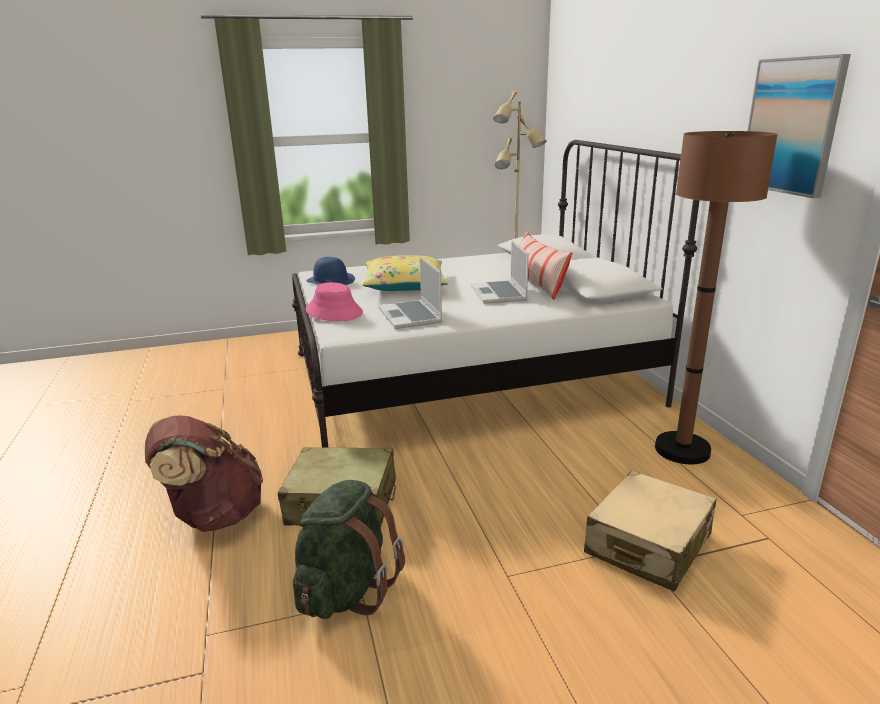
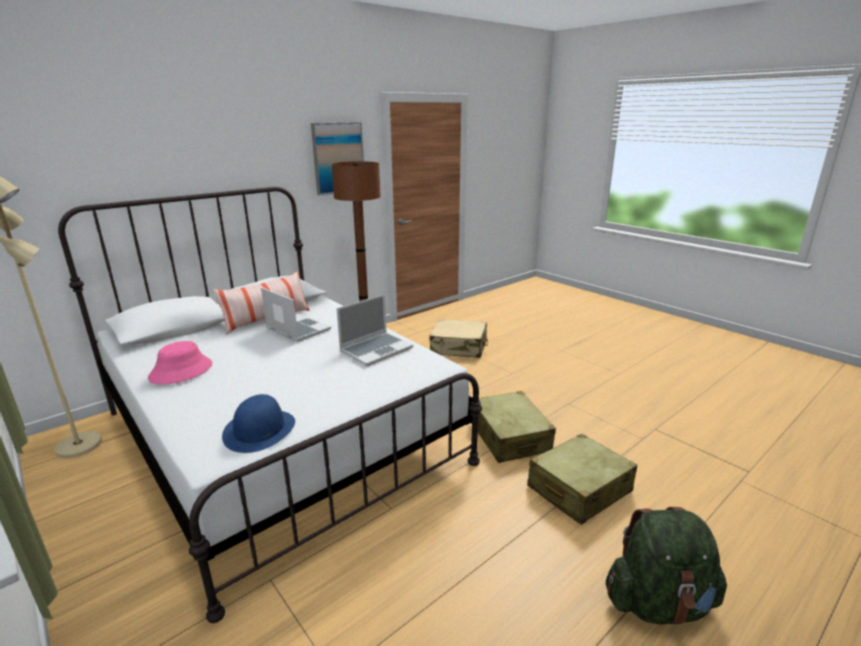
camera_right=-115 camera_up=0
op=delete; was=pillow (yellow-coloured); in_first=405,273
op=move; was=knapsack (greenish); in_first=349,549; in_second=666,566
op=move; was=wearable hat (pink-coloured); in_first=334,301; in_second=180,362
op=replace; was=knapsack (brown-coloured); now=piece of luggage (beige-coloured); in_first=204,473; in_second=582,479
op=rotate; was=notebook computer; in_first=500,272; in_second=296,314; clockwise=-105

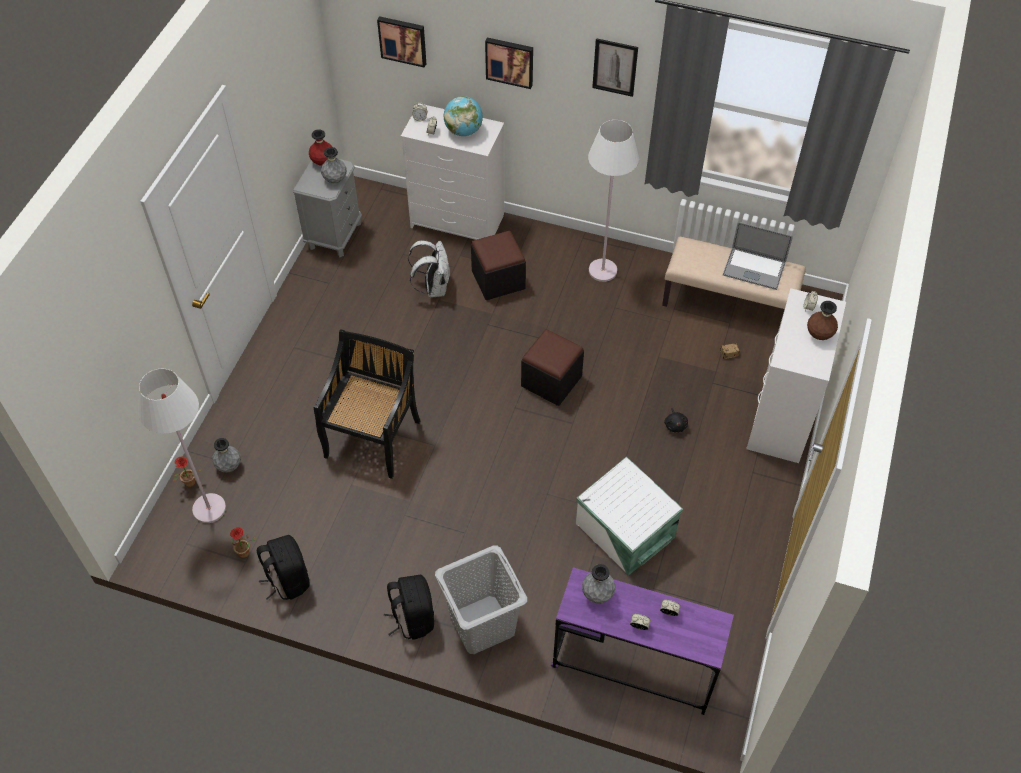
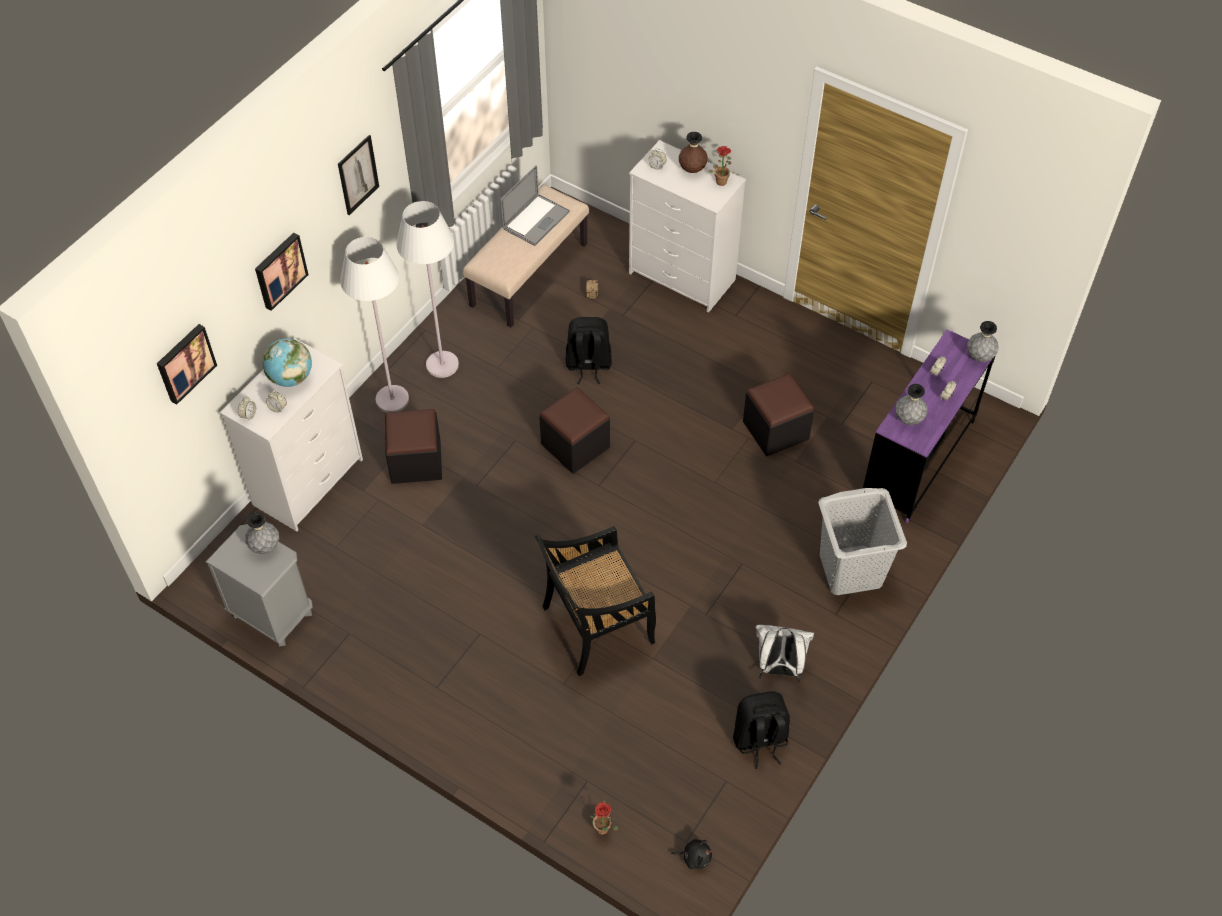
camera_right=-75 camera_up=0
op=delete; was=vase (red); in_first=320,147
op=move; was=standing lamp (white); in_first=182,446; in_second=374,325
op=move; was=vase (grey); in_first=226,455; in_second=982,341
op=move; was=plant in a pot; in_first=243,542; in_second=719,166
op=move; was=knapsack (blackish); in_first=409,607; in_second=589,350
op=move; was=knapsack (white); in_first=429,268; in_second=784,653
op=move; was=soft toy (blackish); in_first=676,420; in_second=691,854
op=replace; was=storage box (white); now=pouffe (blackish); in_first=629,516; in_second=778,415
op=rotate; was=chair (blackish); in_first=367,404; in_second=595,601; clockwise=-60

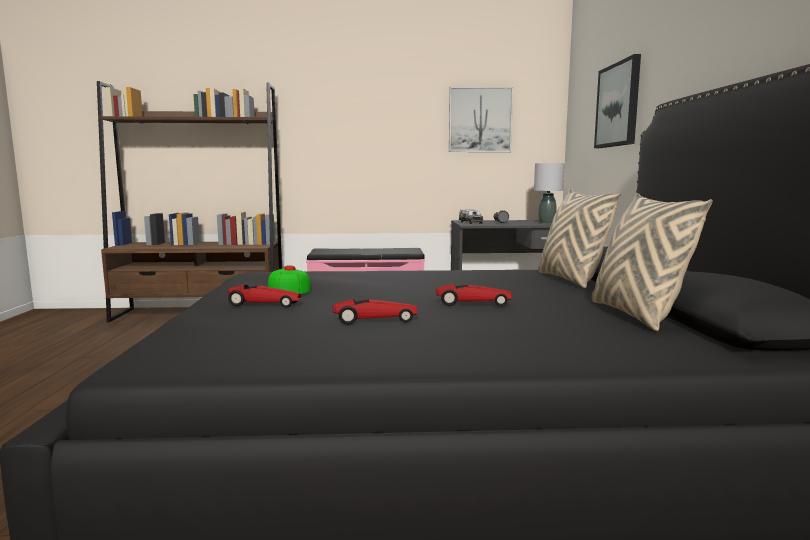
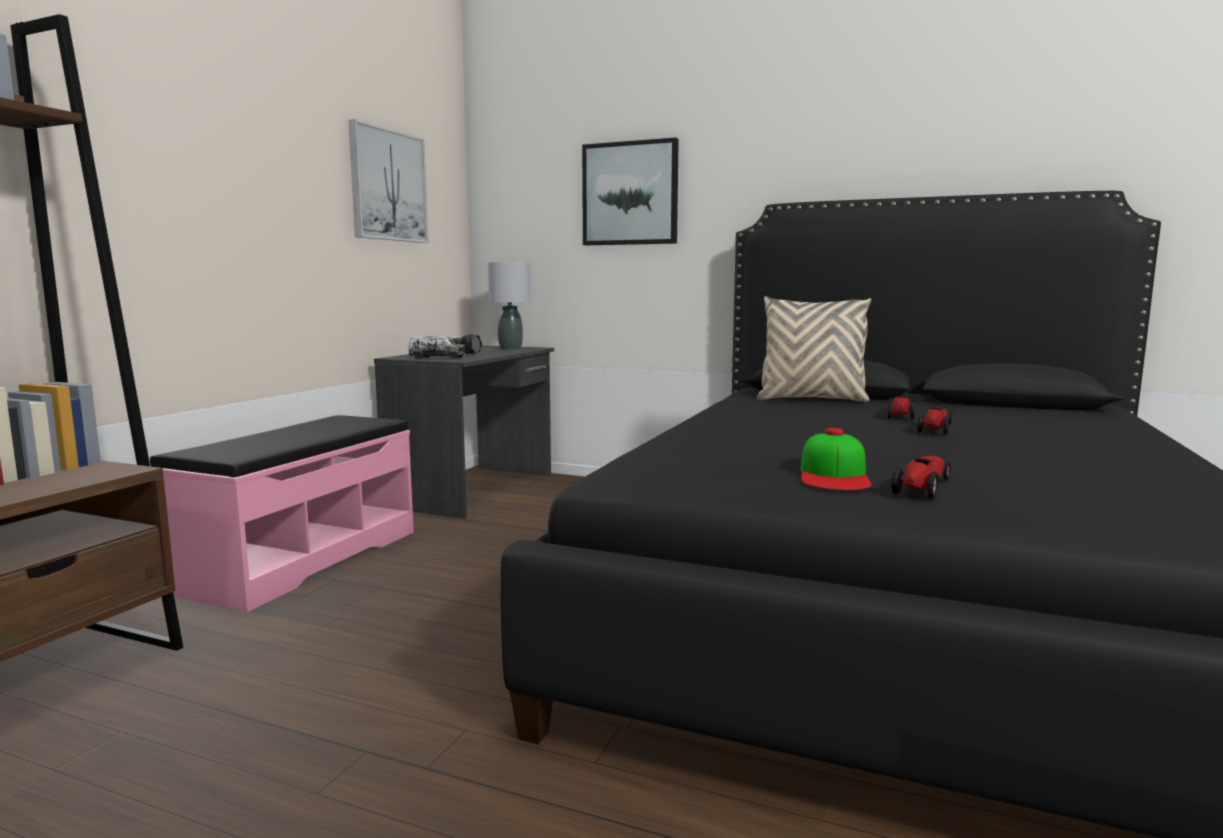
camera_right=-65 camera_up=0
op=delete; was=pillow (beige-coloured); in_first=652,262
op=move; was=model car; in_first=375,312; in_second=901,408

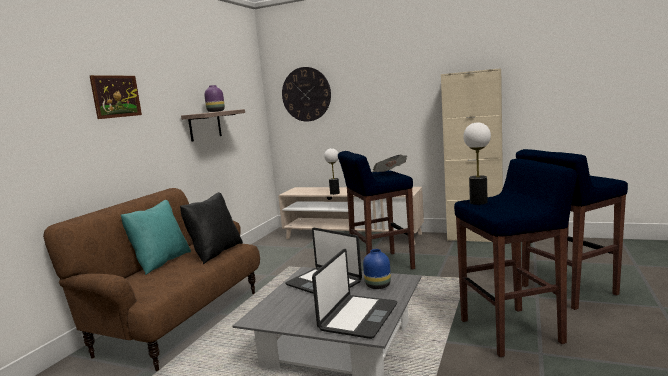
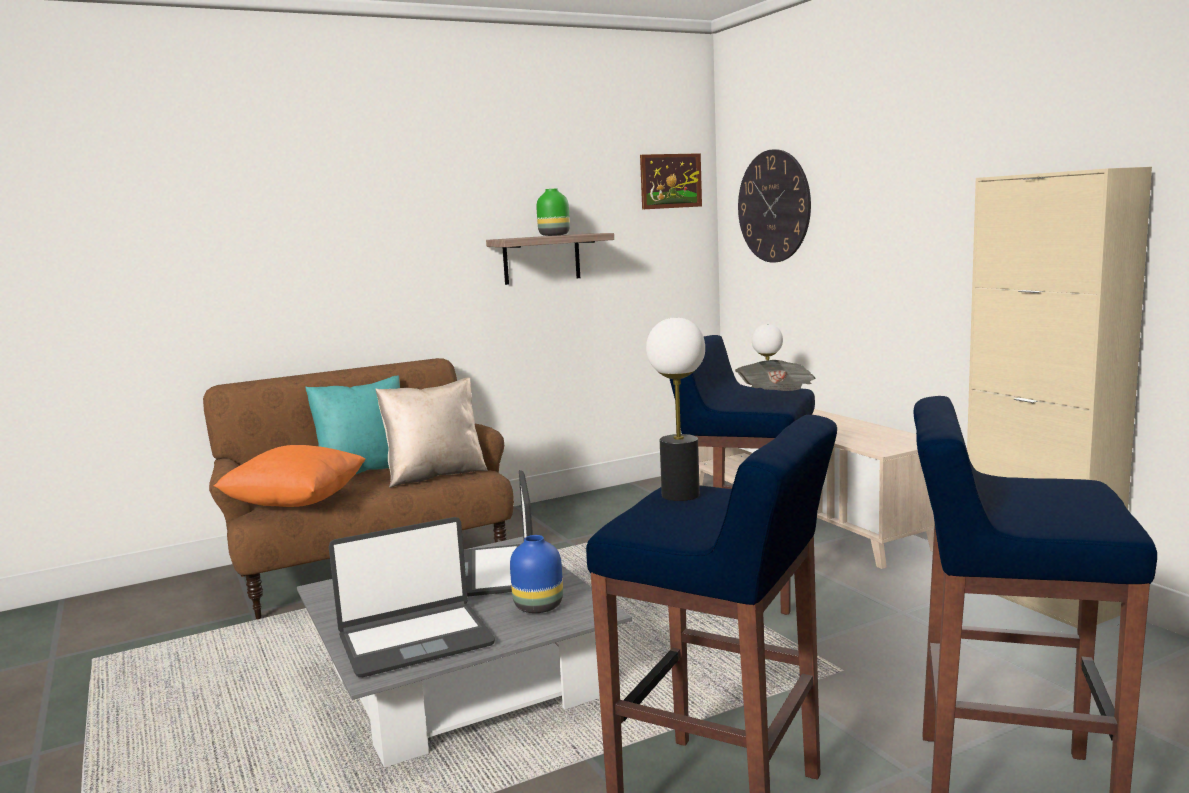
camera_right=40 camera_up=0
op=insert; now=pillow (orangey); in_second=290,476
op=move; was=picture; in_first=116,97; in_second=671,181
op=recolor; was=pillow (blackish); now=pillow (beige-coloured); in_first=211,228; in_second=431,432
op=recolor; was=vase (purple-coloured); now=vase (greenish); in_first=214,98; in_second=553,212

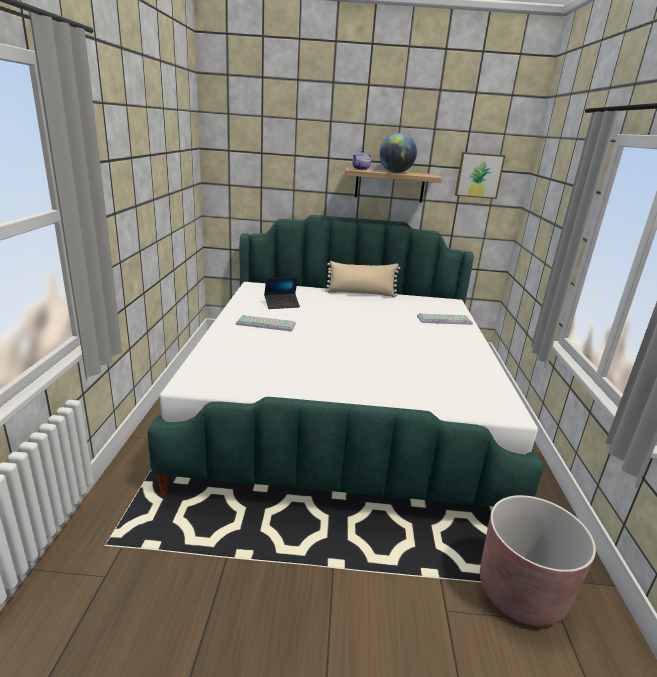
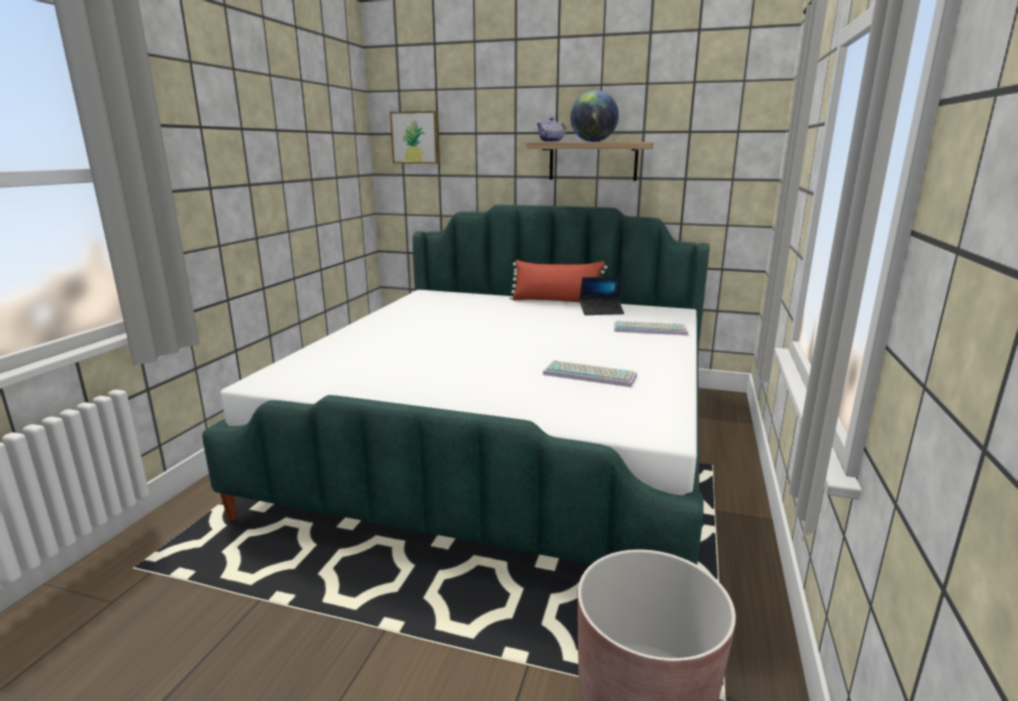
camera_right=15 camera_up=-5
op=move; was=computer keyboard; in_first=266,323; in_second=590,373
op=move; was=notebook computer; in_first=282,293; in_second=601,295
op=move; was=picture; in_first=480,175; in_second=415,137
op=recolor; was=pillow (beige-coloured); now=pillow (red); in_first=362,279; in_second=558,281

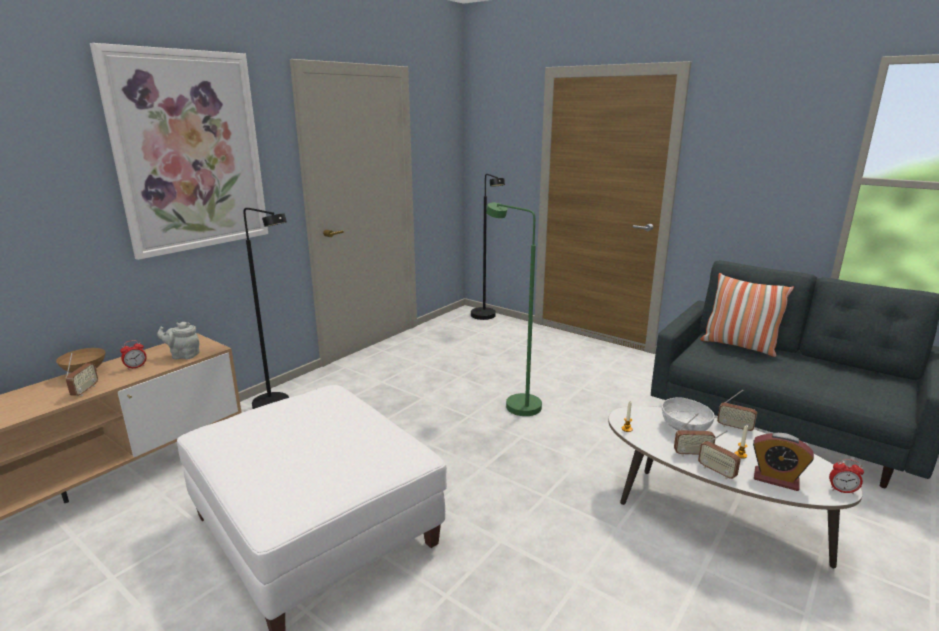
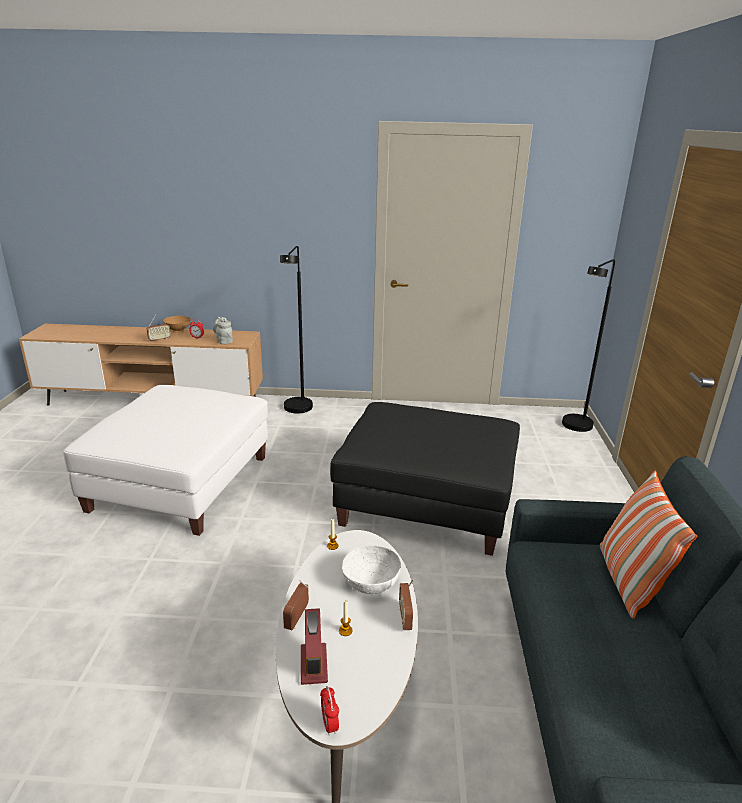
camera_right=55 camera_up=5
op=delete; was=picture; in_first=179,151
op=delete; was=radio; in_first=694,434
op=replace; was=standing lamp (greenish); now=pouffe (blackish); in_first=514,309; in_second=425,479

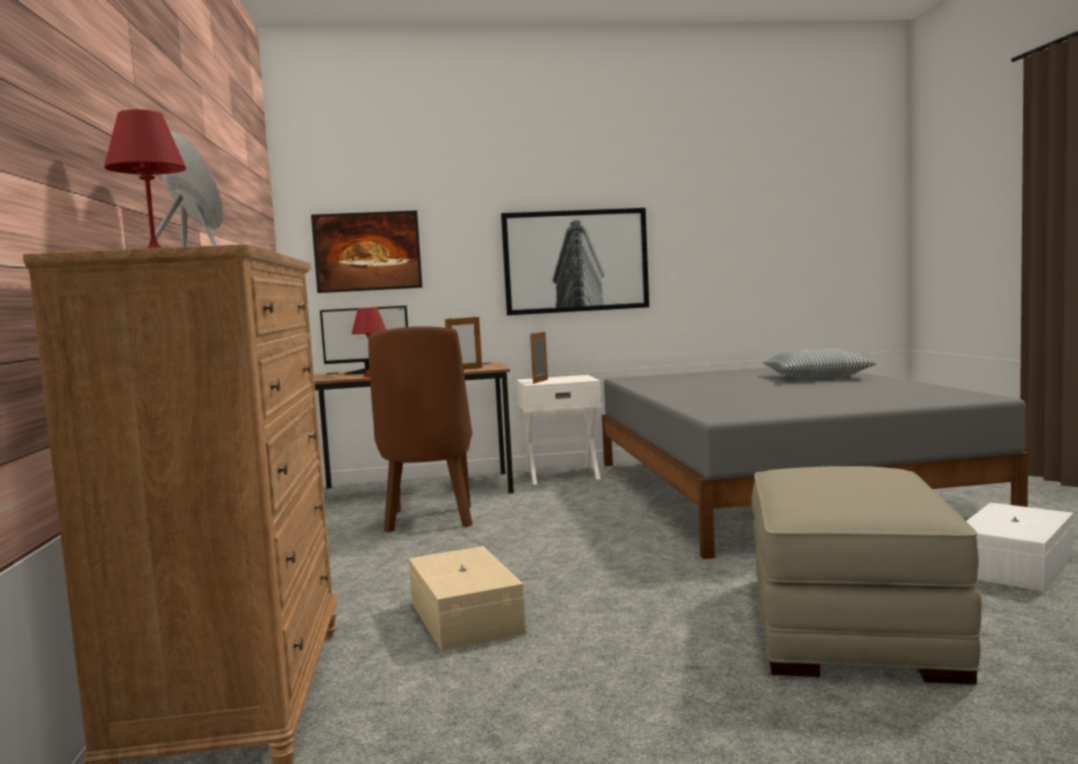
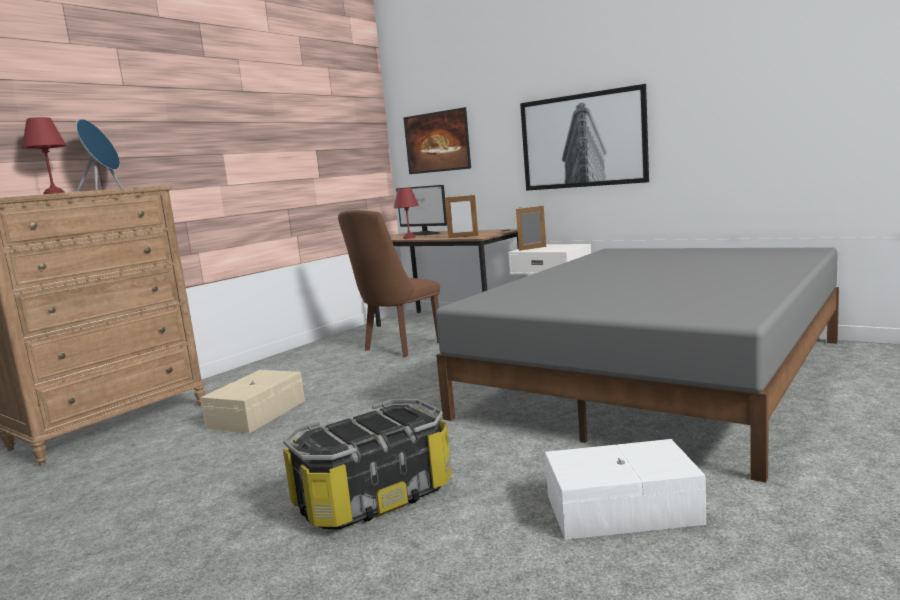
camera_right=45 camera_up=5
op=delete; was=pillow; in_first=819,363
op=replace; was=pouffe (beige-coloured); now=storage box; in_first=867,575; in_second=367,464

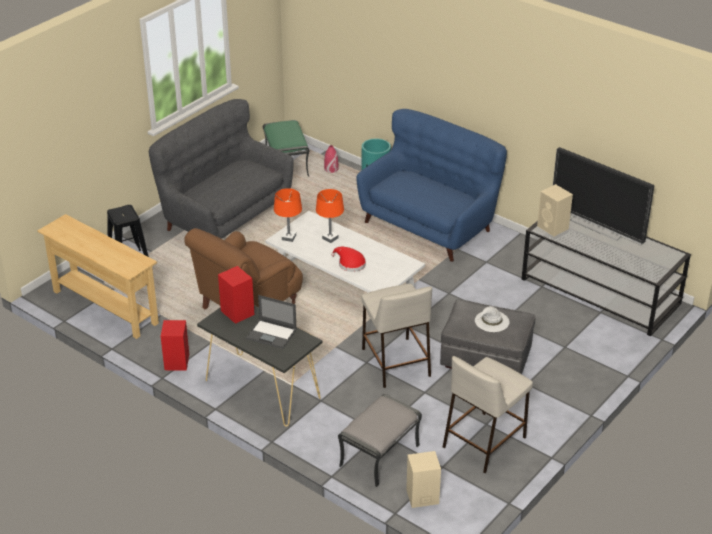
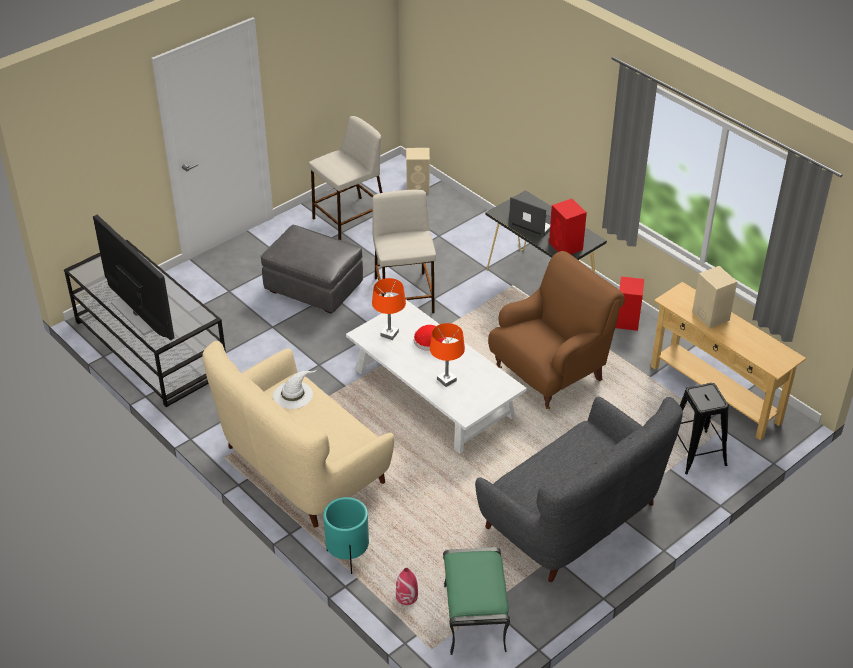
camera_right=-170 camera_up=5
op=delete; was=pouffe (grey); in_first=380,440
op=move; was=table lamp (orangey); in_first=288,215; in_second=389,309
op=move; was=wearable hat (white); in_first=492,319; in_second=294,389
op=move; was=loudspeaker (beige-coloured); in_first=555,210; in_second=714,297
op=recolor; was=settee (blue-coloured); now=settee (beige-coloured); in_first=432,185; in_second=298,434

